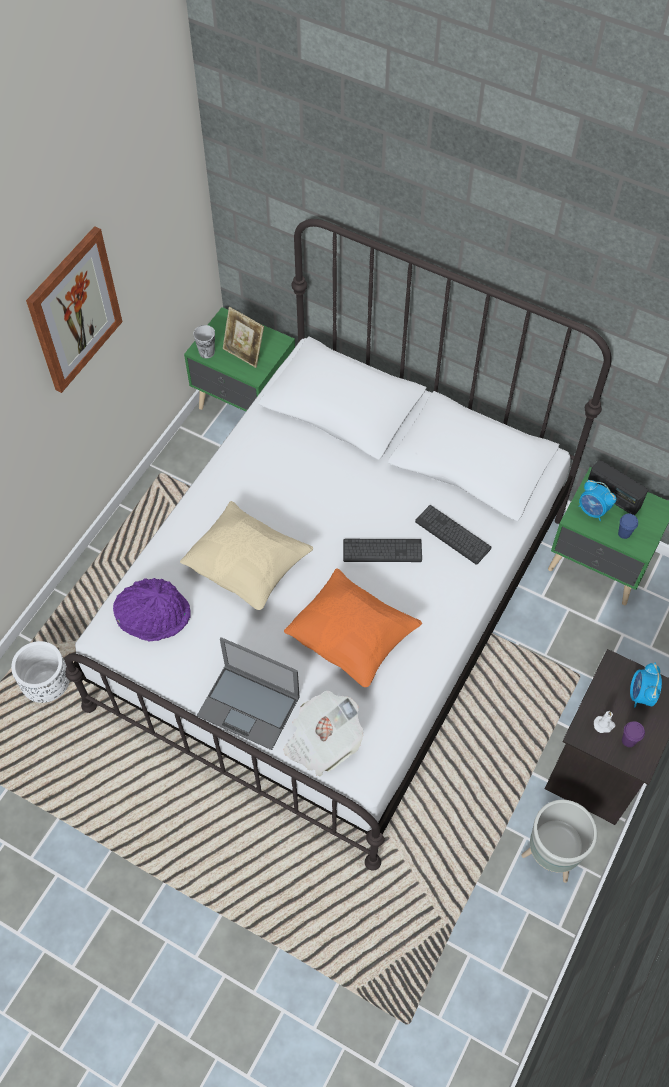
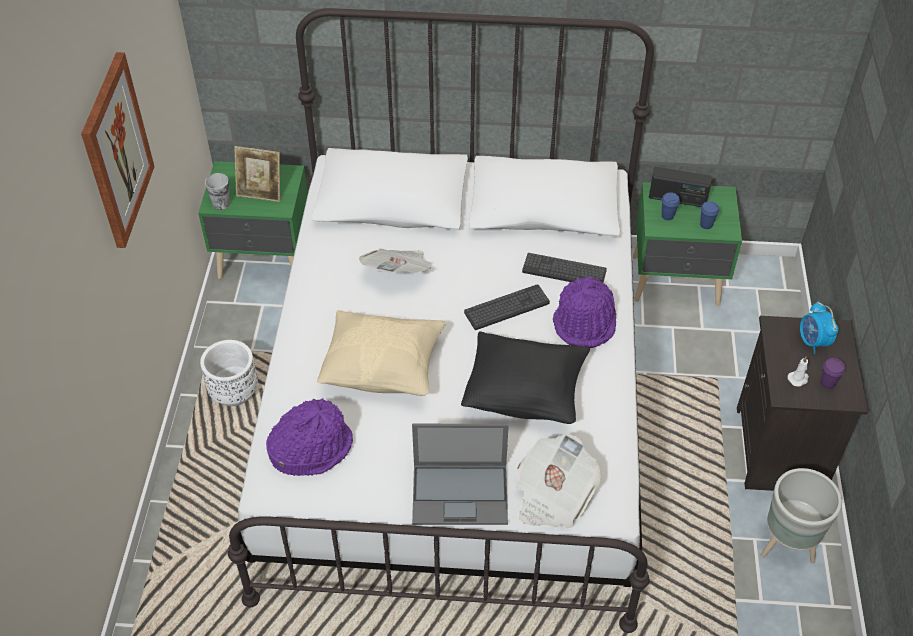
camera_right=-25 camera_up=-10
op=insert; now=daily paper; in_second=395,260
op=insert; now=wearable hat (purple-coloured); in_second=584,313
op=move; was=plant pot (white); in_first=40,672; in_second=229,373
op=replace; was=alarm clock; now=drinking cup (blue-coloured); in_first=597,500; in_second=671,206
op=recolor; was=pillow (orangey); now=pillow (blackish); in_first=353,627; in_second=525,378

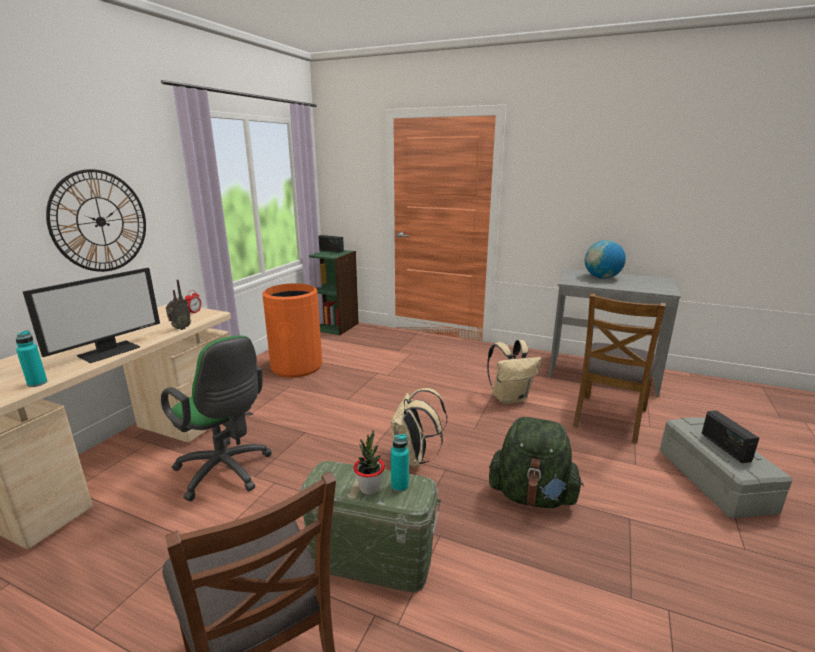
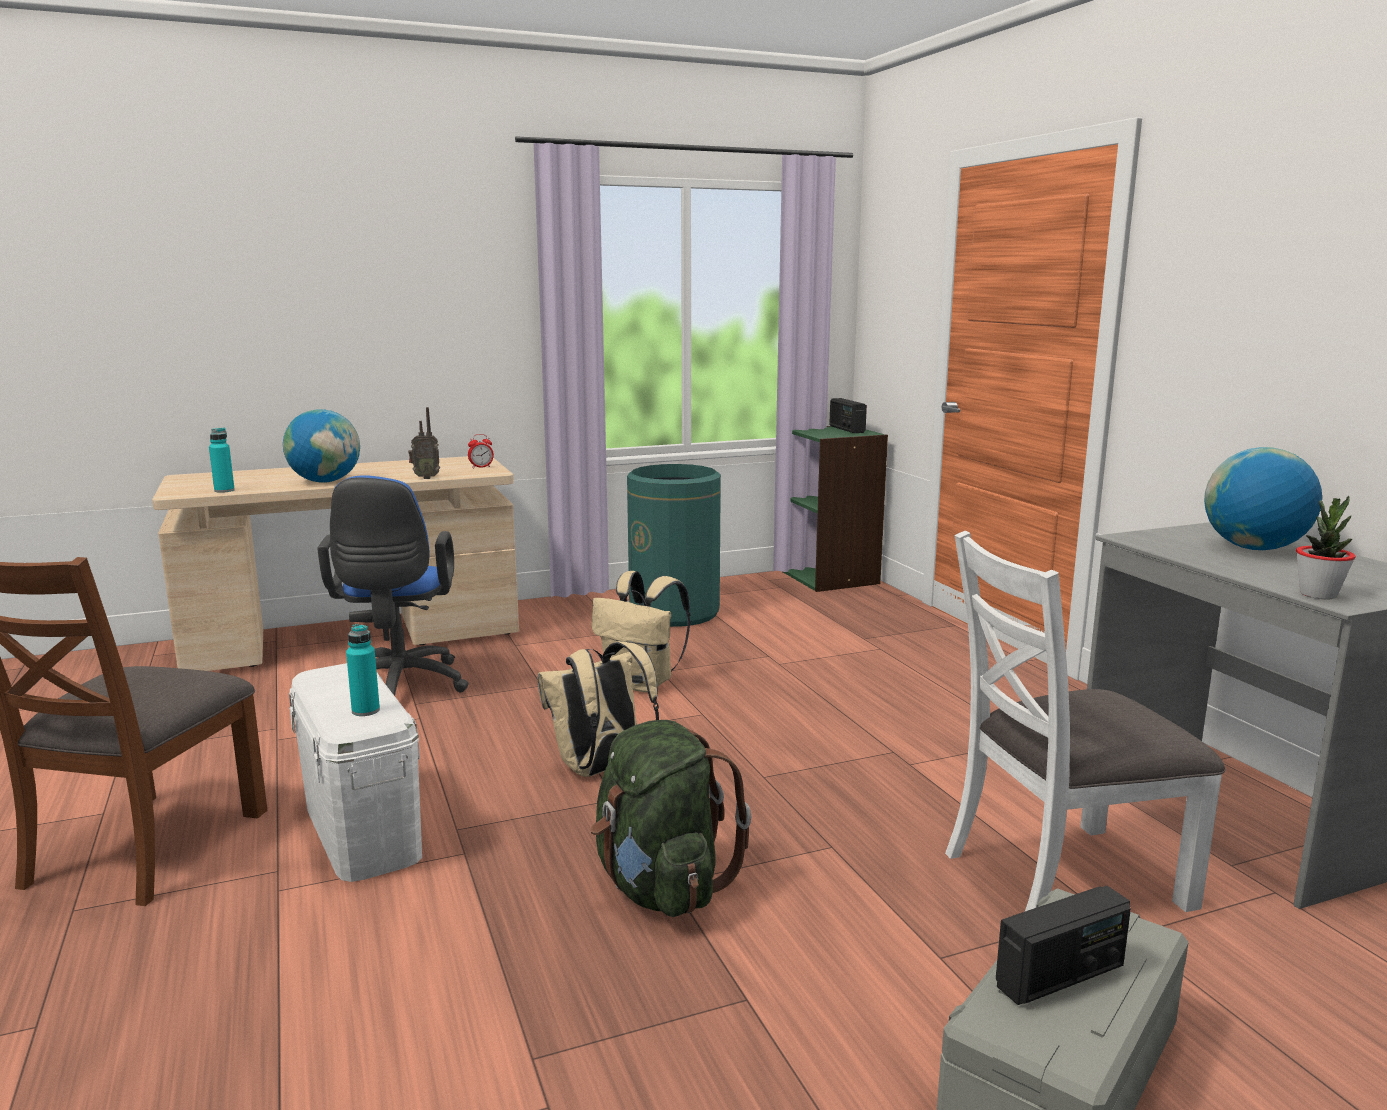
camera_right=45 camera_up=-5
op=delete; was=hanging clock; in_first=96,220
op=move; was=plant in a pot; in_first=369,462; in_second=1326,547
op=move; was=knapsack (beige-coloured); in_first=514,372; in_second=641,631
op=replace; was=computer display; now=desk globe; in_first=91,315; in_second=321,446
op=recolor; was=computer chair (greenish); now=computer chair (blue-coloured); in_first=216,418; in_second=393,585
op=recolor; was=trash can (orangey); now=trash can (greenish); in_first=292,330; in_second=674,545
op=recolor; was=storage box (greenish); now=storage box (white); in_first=371,527; in_second=355,772
op=recolor; was=chair (brown-coloured); now=chair (white); in_first=619,368; in_second=1085,721
op=rotate; was=radio; in_first=730,436; in_second=1063,945; clockwise=-150

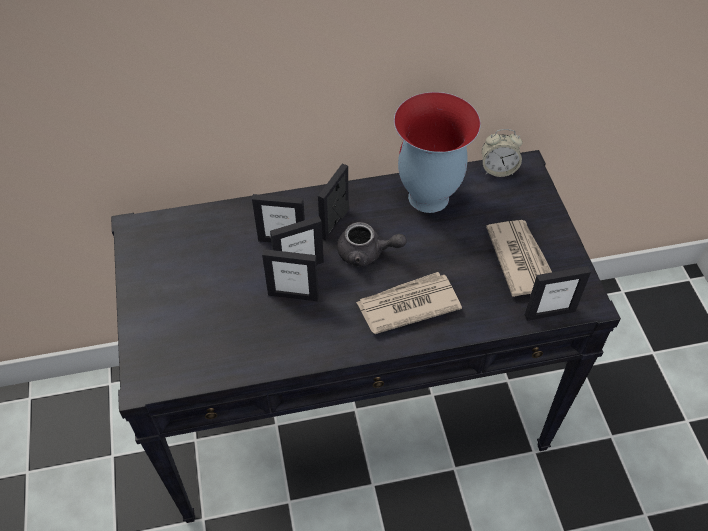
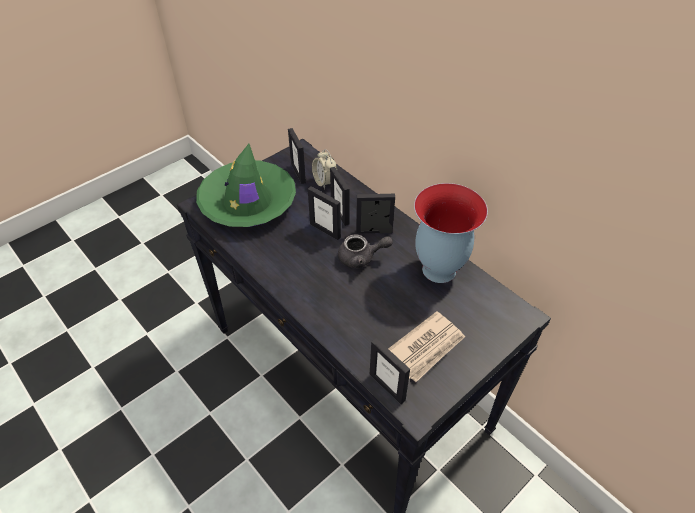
camera_right=60 camera_up=-5
op=delete; was=daily paper; in_first=409,303
op=insert; now=wearable hat (greenish); in_second=246,185
op=move; was=standing frame; in_first=290,275; in_second=297,156
op=move; was=alarm clock; in_first=502,153; in_second=324,169
op=rotate; was=teapot (grey); in_first=372,244; in_second=365,251; clockwise=-75

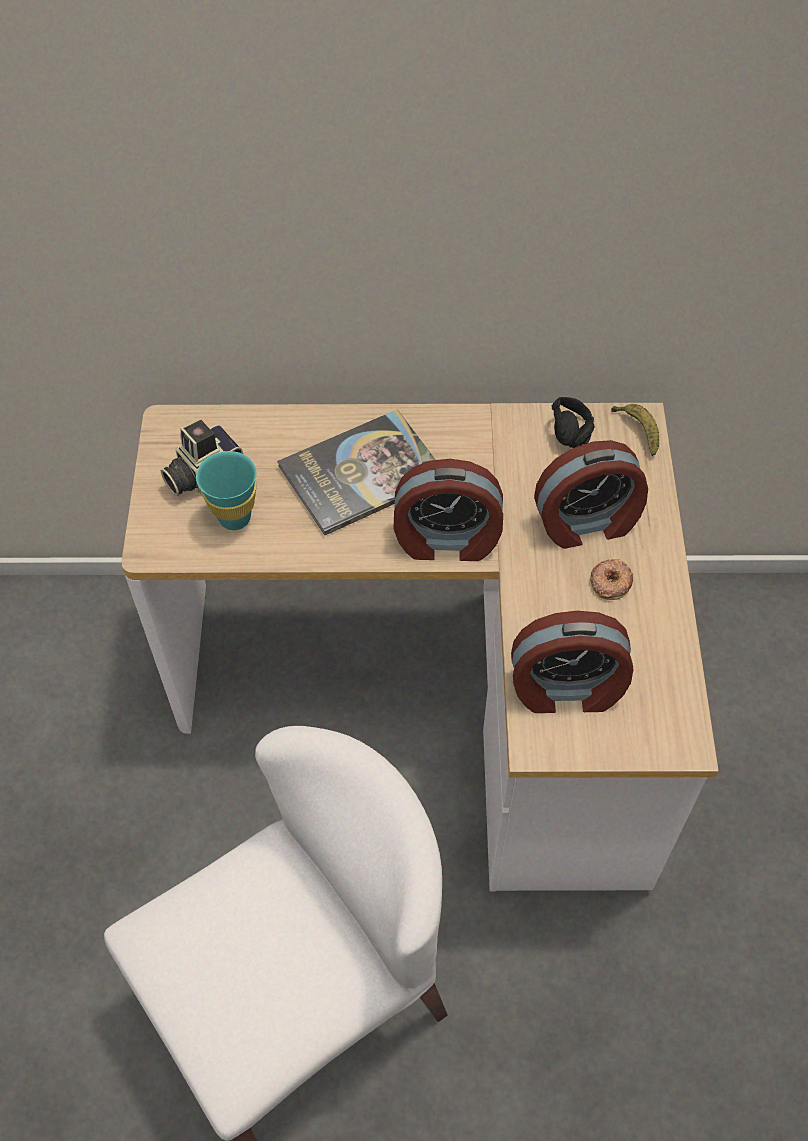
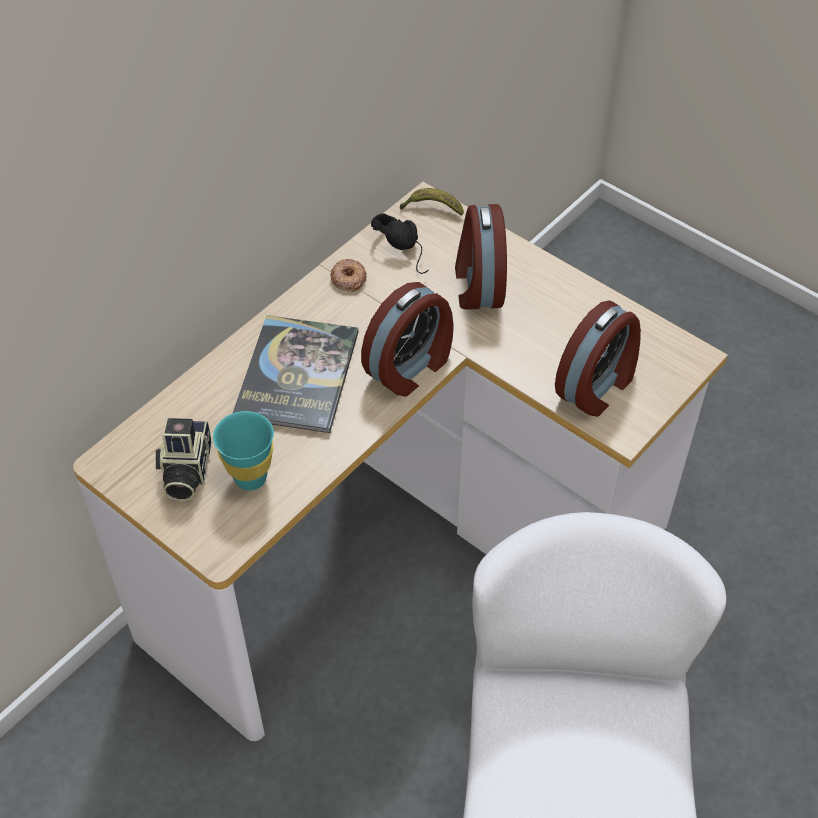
camera_right=-50 camera_up=-5
op=move; was=donut; in_first=611,579; in_second=348,275
op=rotate; was=alarm clock; in_first=591,494; in_second=481,257; clockwise=150

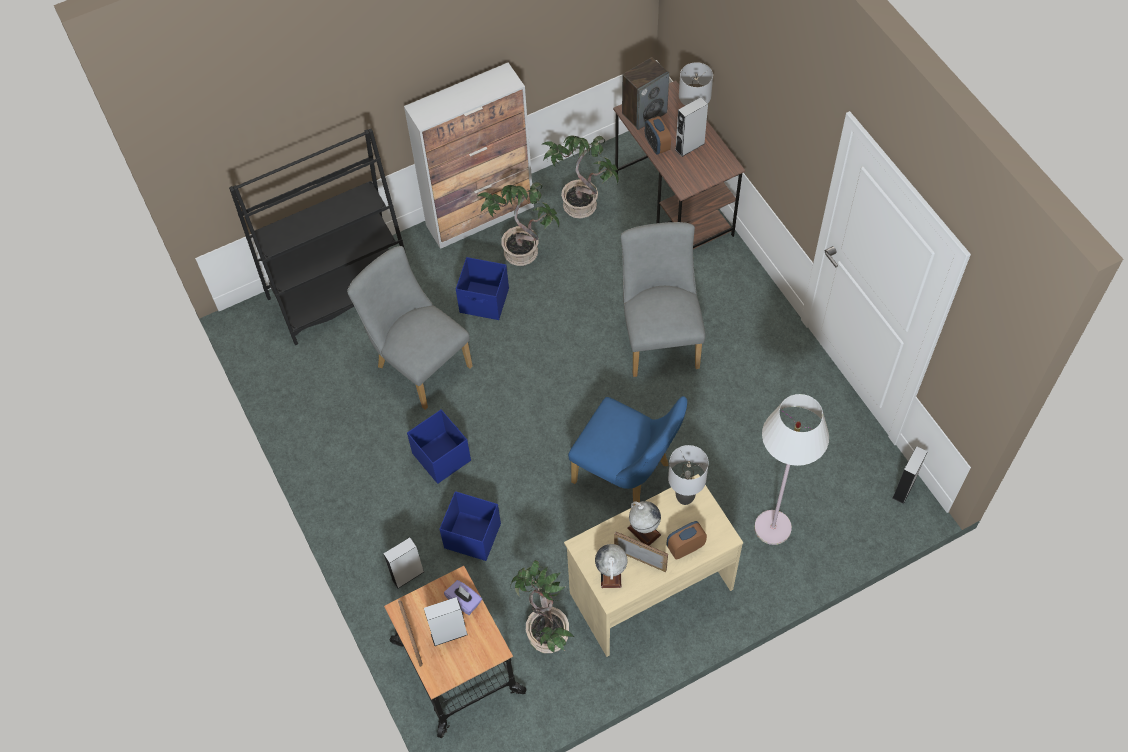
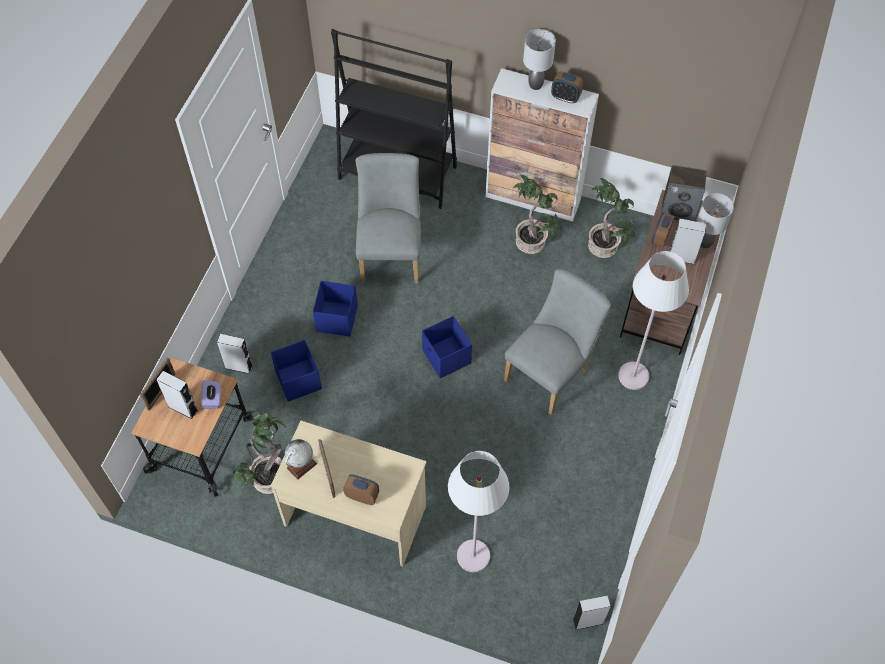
camera_right=45 camera_up=0
op=delete; was=chair (blue-coloured); in_first=627,450
op=delete; was=desk globe; in_first=644,523
op=insert; now=alarm clock; in_second=567,87
op=insert; now=standing lamp (white); in_second=653,320
op=move; was=storage box (blue-coloured); in_first=482,288; in_second=447,347
op=move; was=table lamp (grey); in_first=688,475; in_second=539,59

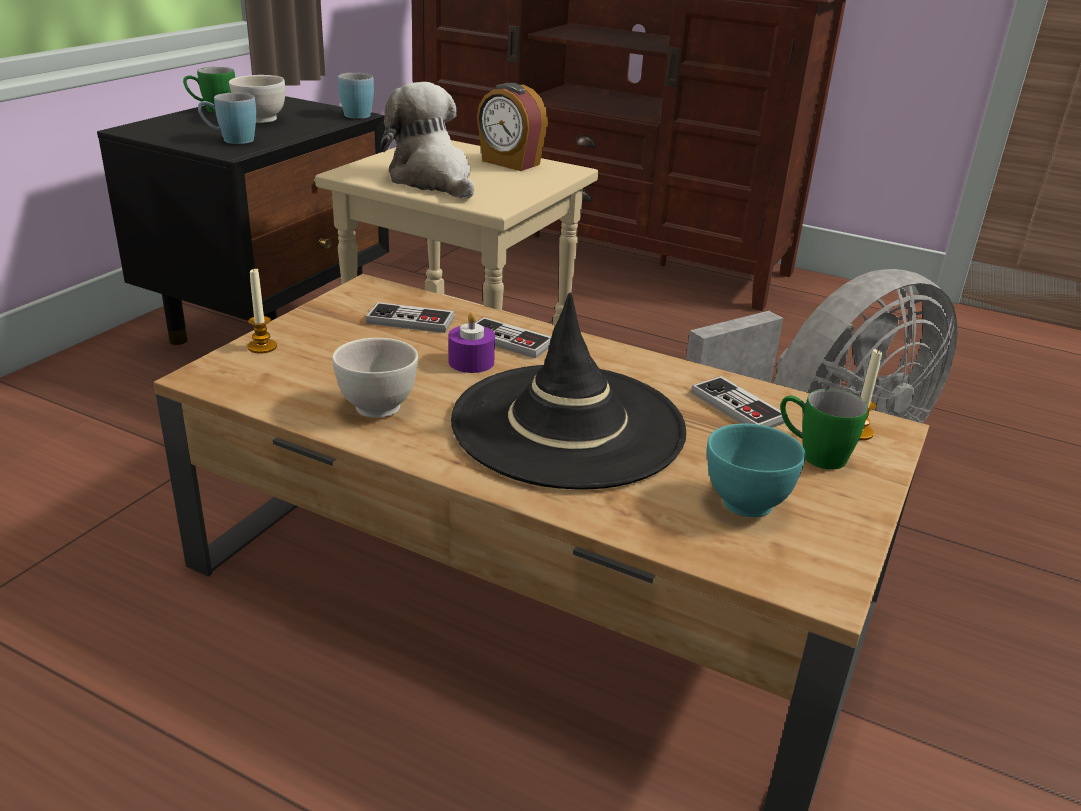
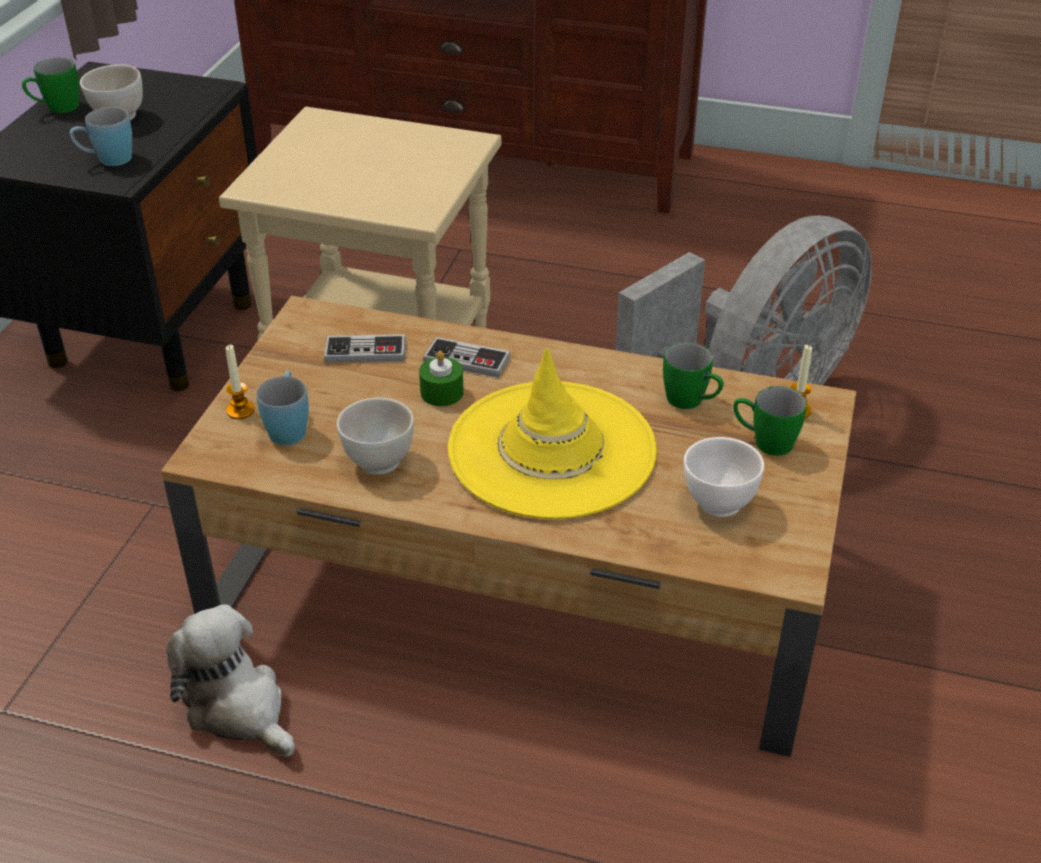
camera_right=-10 camera_up=10
op=delete; was=alarm clock; in_first=512,127
op=move; was=tea mug (blue-coloured); in_first=356,96; in_second=282,408
op=move; was=soft toy; in_first=427,140; in_second=230,680
op=replace; was=gamepad; now=tea mug (greenish); in_first=738,402; in_second=693,375
op=recolor; was=candle (purple-coloured); now=candle (greenish); in_first=471,342; in_second=441,378
op=recolor; was=wearable hat (blackish); now=wearable hat (yellow-coloured); in_first=568,391; in_second=552,433
op=recolor; was=deep dish (turquoise-coloured); now=deep dish (white); in_first=756,470; in_second=724,477

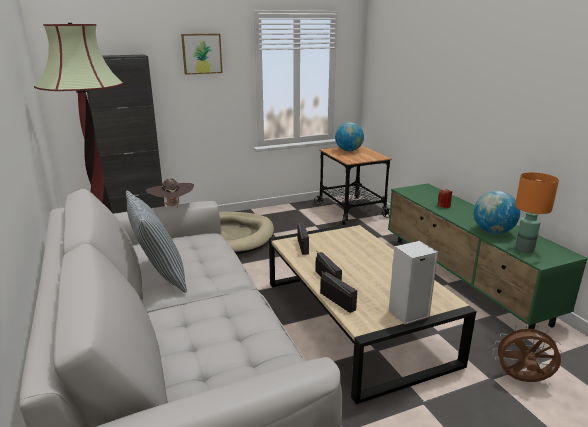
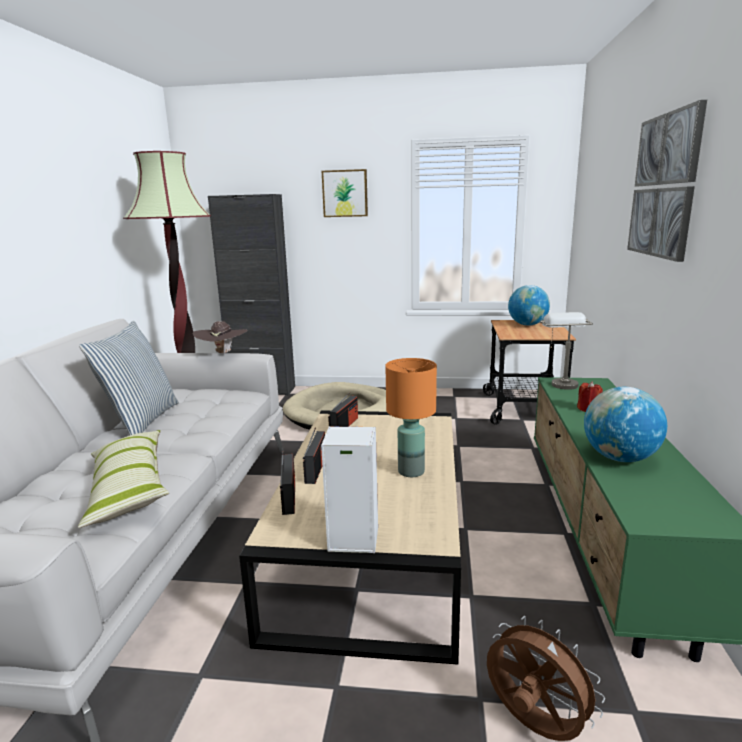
camera_right=30 camera_up=-5
op=insert; now=pillow; in_second=123,479
op=insert; now=table lamp (grey); in_second=566,351
op=insert; now=picture; in_second=667,181
op=move; was=table lamp (orangey); in_first=537,212; in_second=411,417

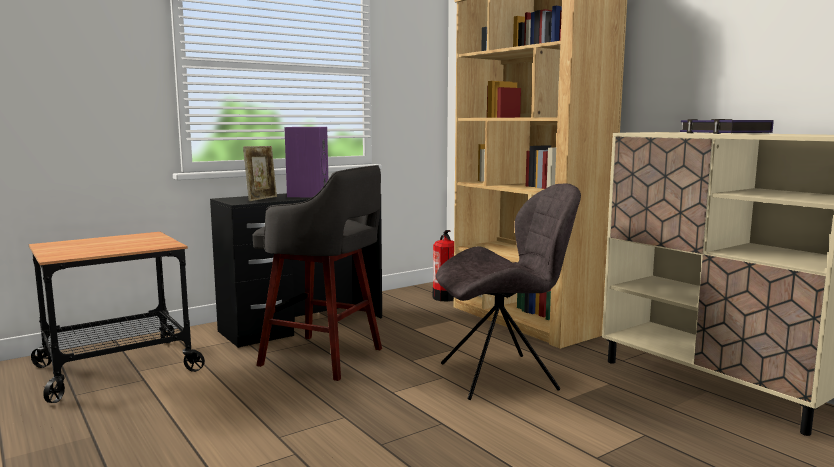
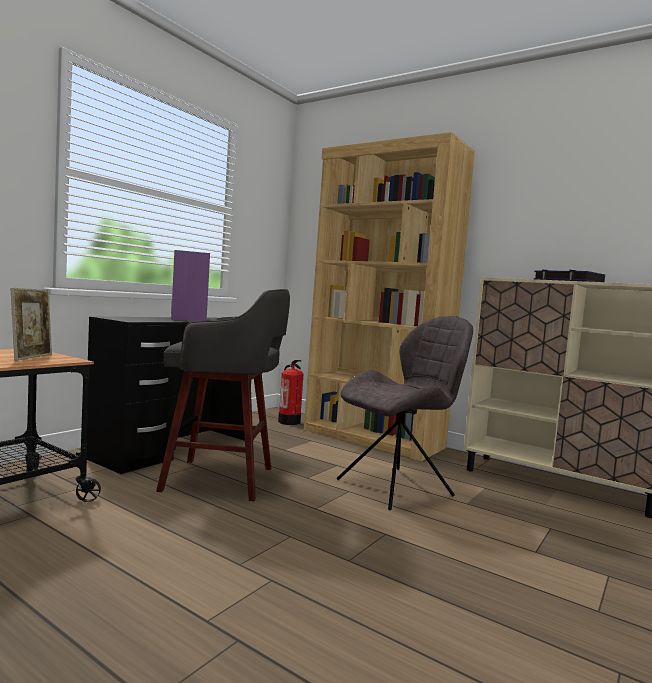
camera_right=-20 camera_up=-5
op=move; was=standing frame; in_first=260,173; in_second=31,324

